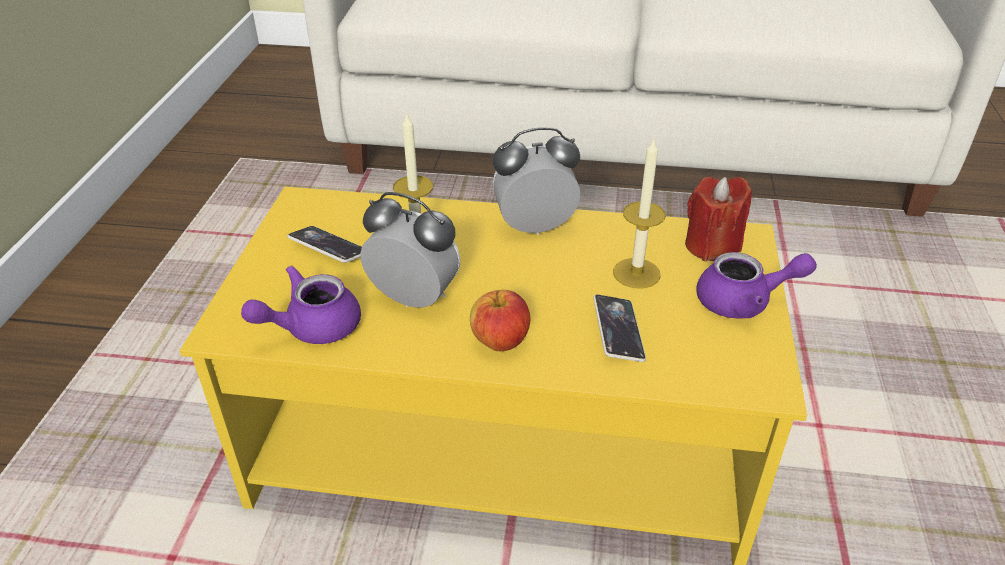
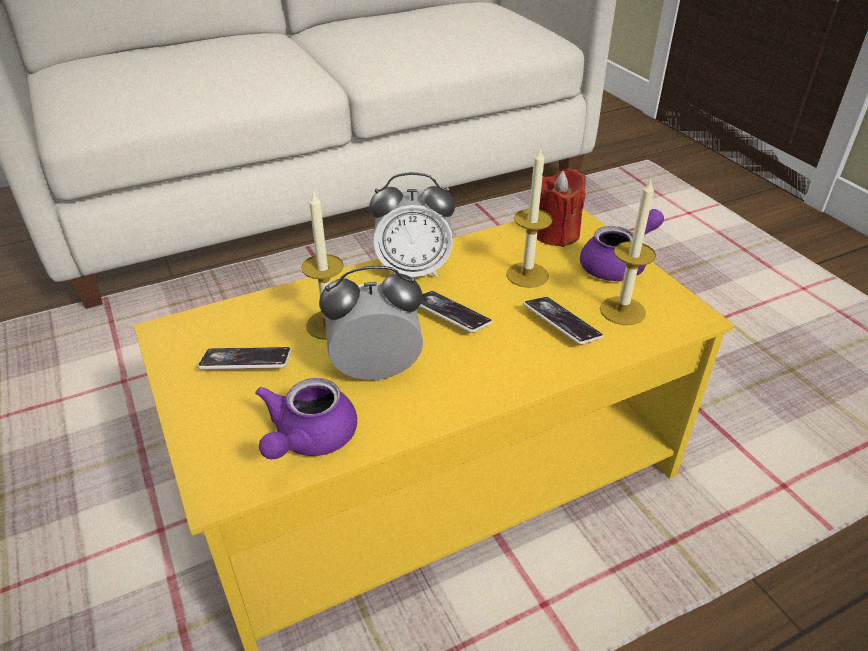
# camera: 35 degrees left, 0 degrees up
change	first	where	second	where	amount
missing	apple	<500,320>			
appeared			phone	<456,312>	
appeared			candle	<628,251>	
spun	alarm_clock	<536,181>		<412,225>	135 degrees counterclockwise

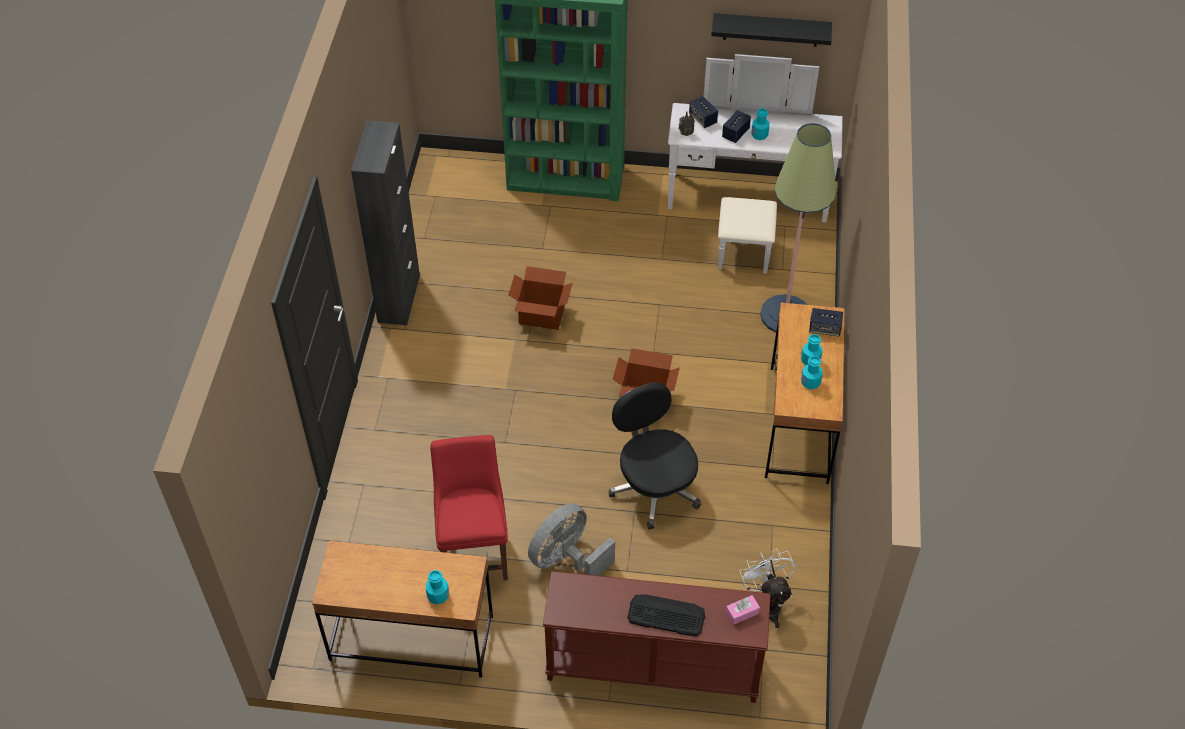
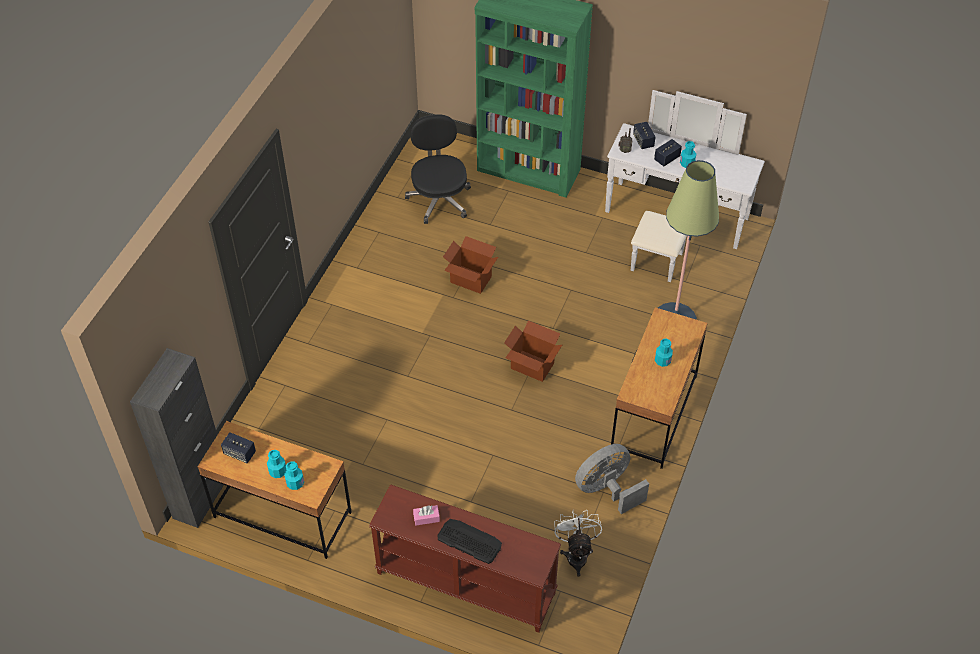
# camera: 15 degrees right, 0 degrees up
change	first	where	second	where	amount
missing	red_chair	<469,507>			
missing	black_shelf	<771,30>			
relocated	black_cabinet	<385,222>		<177,438>	
relocated	grey_fan	<571,539>		<612,479>	
relocated	black_office_chair	<655,455>		<438,169>	
relocated	pink_tissue_box	<742,610>		<426,515>	
relocated	turquoise_bottle	<812,373>		<276,464>	
relocated	speaker	<826,322>		<238,447>	

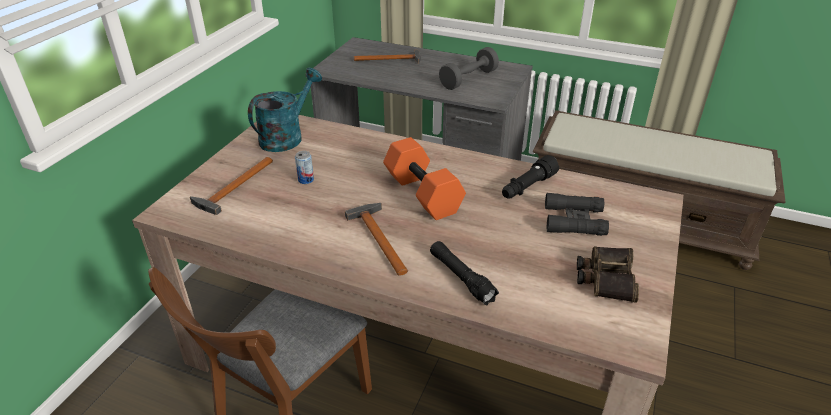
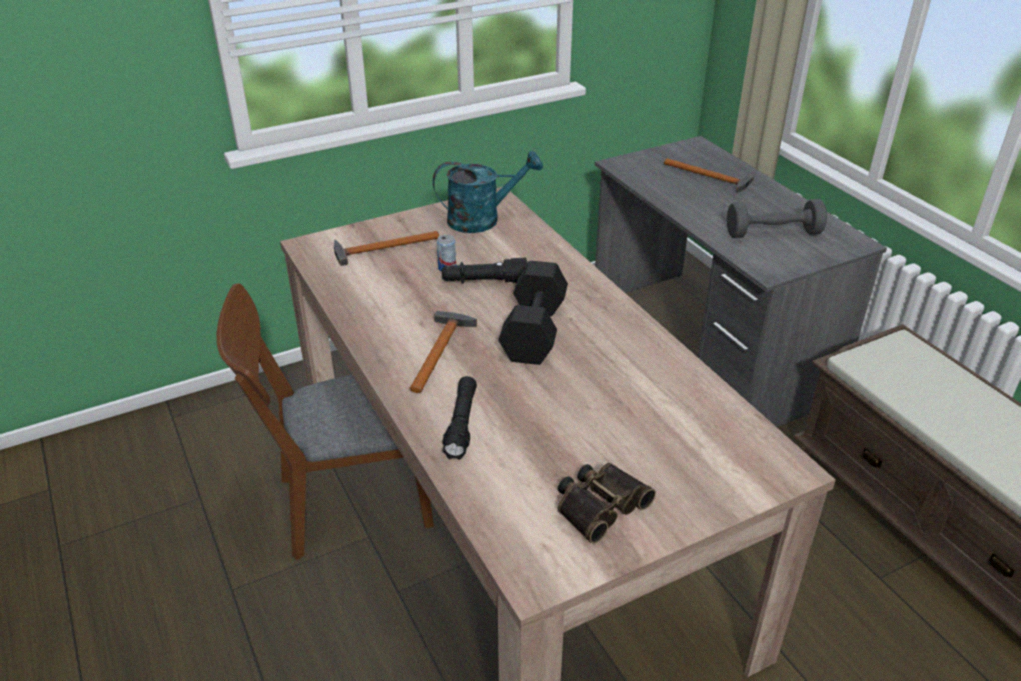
# camera: 40 degrees right, 0 degrees up
change	first	where	second	where	amount
missing	black_binoculars	<577,214>			
relocated	black_flashlight	<530,176>		<485,271>	
colour	orange_dumbbell	<424,178>	black_dumbbell	<533,313>	

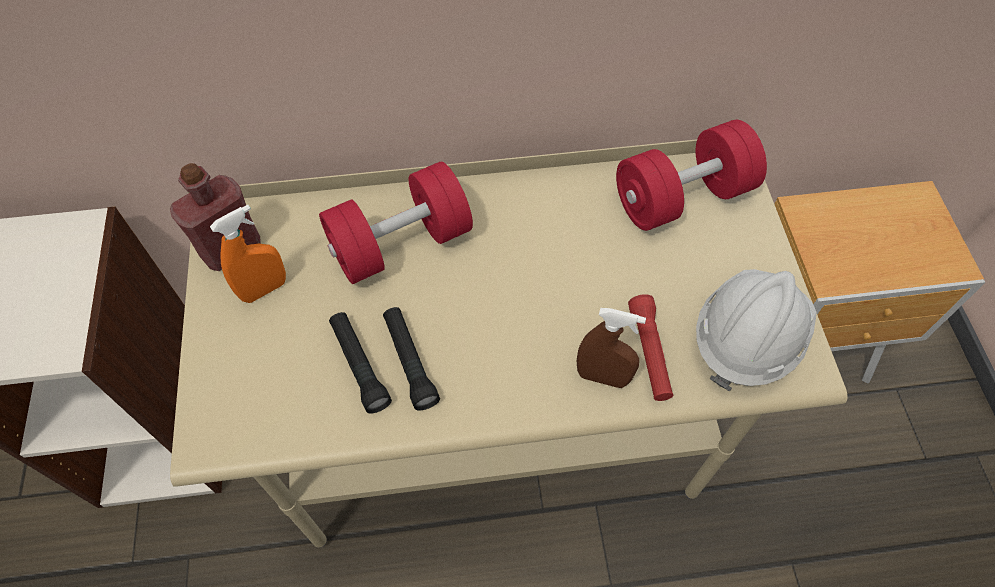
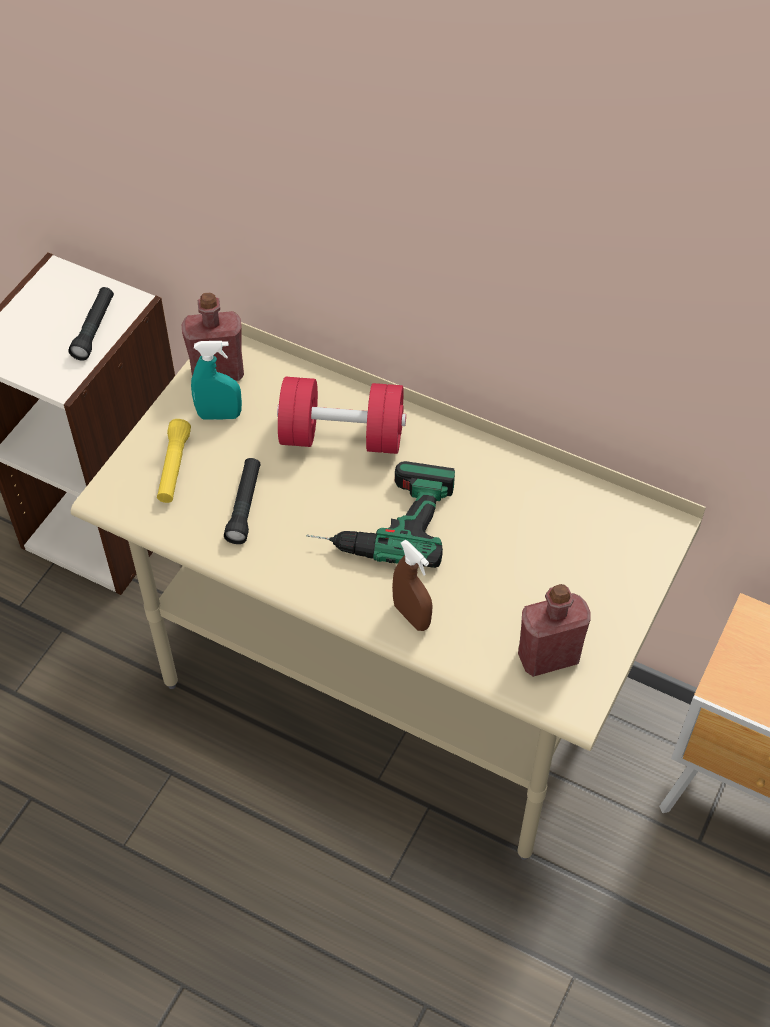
# camera: 35 degrees right, 5 degrees down
change	first	where	second	where	amount
missing	red_dumbbell	<691,175>			
missing	red_flashlight	<650,347>			
appeared			yellow_flashlight	<174,461>	
appeared			power_drill	<381,514>	
relocated	black_flashlight	<411,358>		<91,324>	
exchanged	white_hard_hat	<756,330>	red_bottle	<554,630>	
colour	orange_spray_bottle	<248,254>	turquoise_spray_bottle	<216,380>	

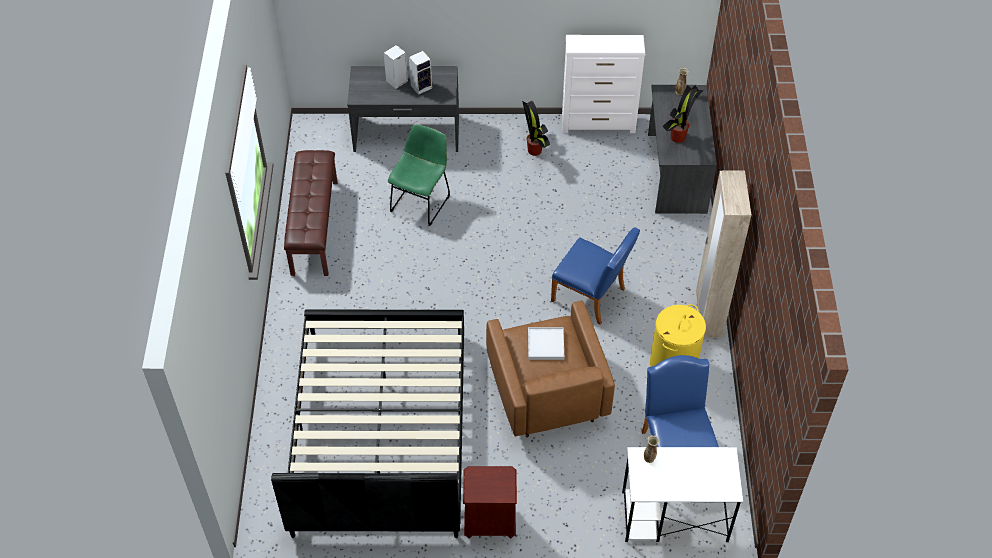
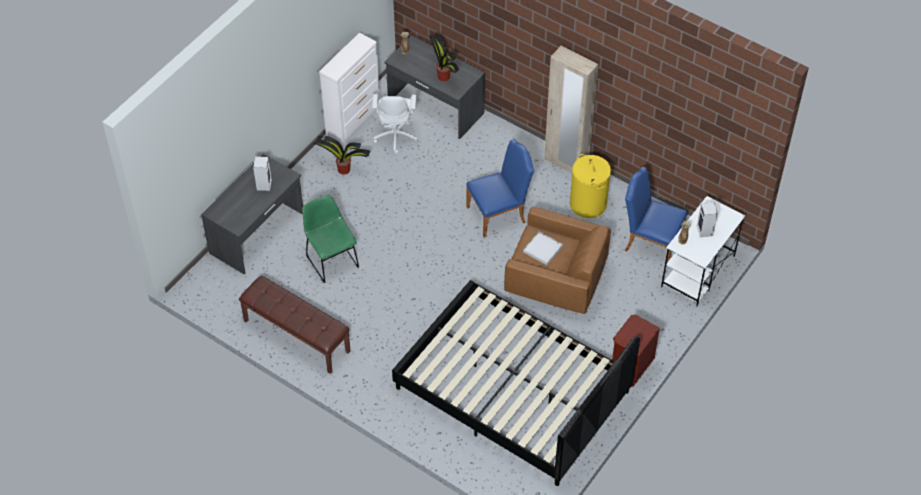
# camera: 55 degrees left, 0 degrees up
change	first	where	second	where	amount
appeared			white_office_chair	<395,124>	
relocated	speaker	<396,67>		<707,219>	

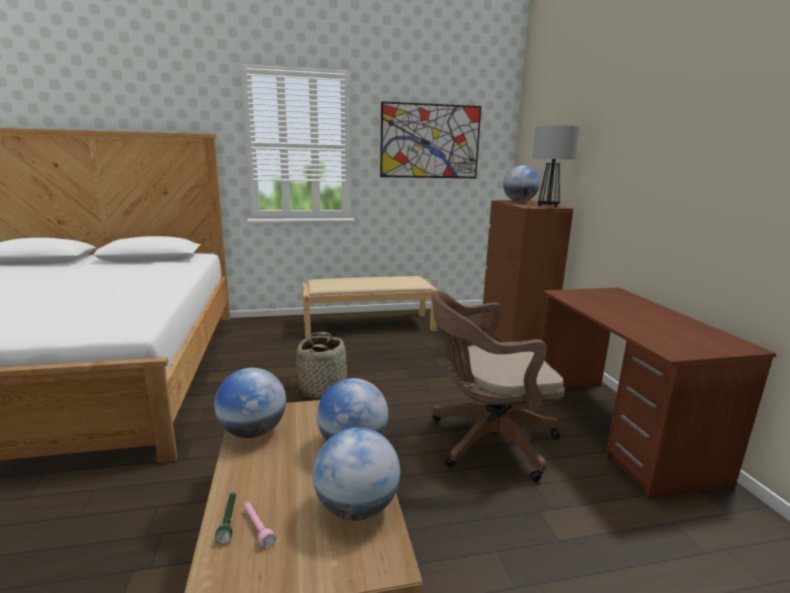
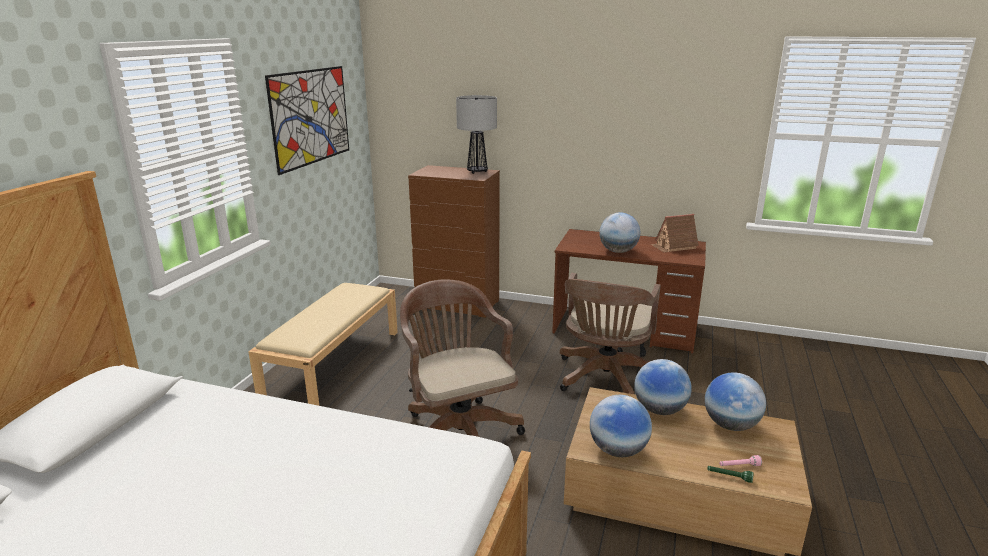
# camera: 60 degrees left, 5 degrees up
change	first	where	second	where	amount
appeared			toy_house	<675,233>	
relocated	globe	<521,184>		<619,232>	
exchanged	basket	<321,365>	brown_office_chair	<462,358>	

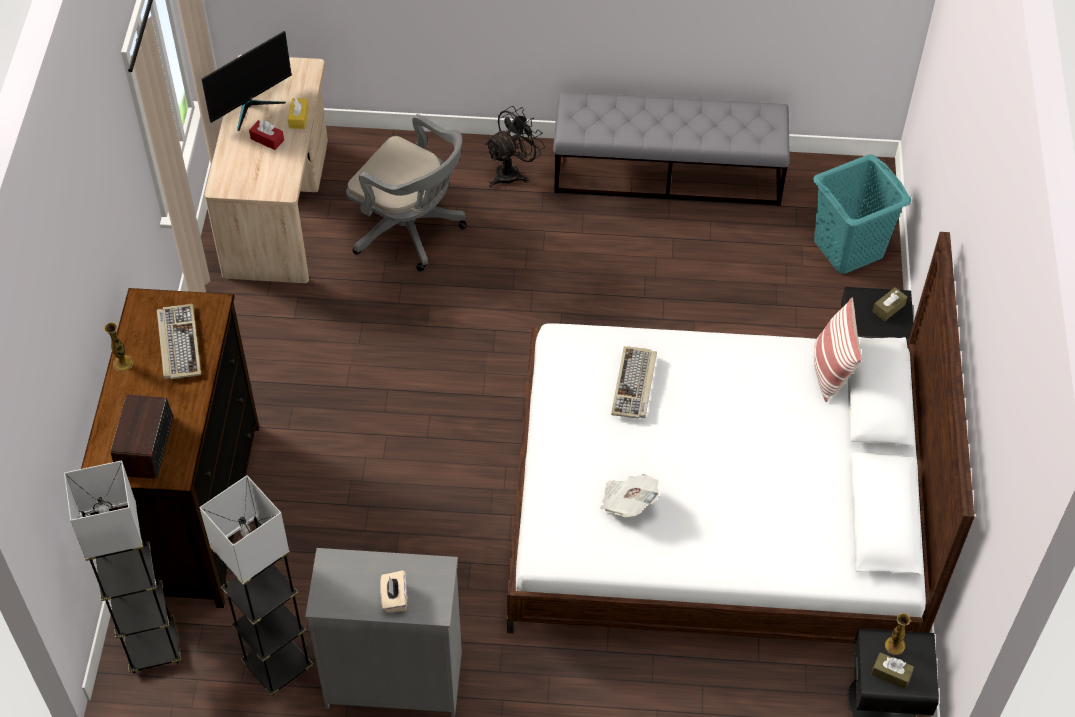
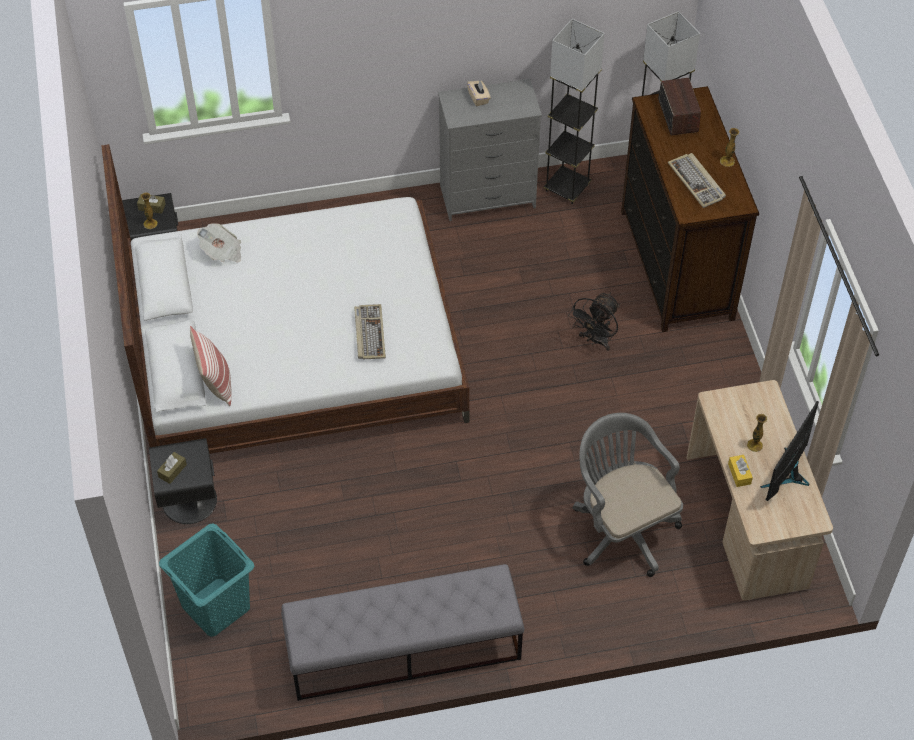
# camera: 165 degrees right, 0 degrees up
change	first	where	second	where	amount
relocated	black_fan	<515,147>		<594,322>	
relocated	newspaper	<629,495>		<219,242>	
exchanged	red_tissue_box	<266,135>	vase	<757,433>	
spun	grey_office_chair	<406,192>		<628,495>	45 degrees clockwise

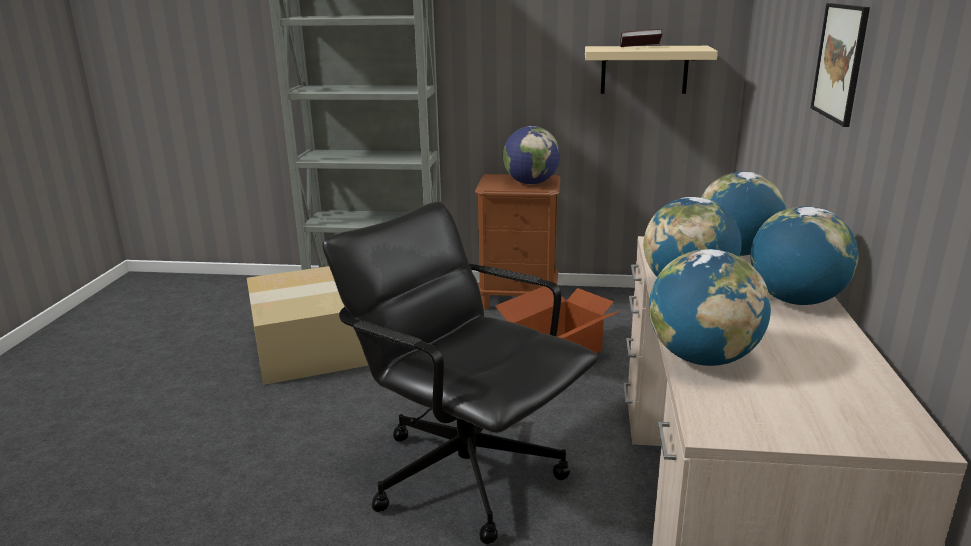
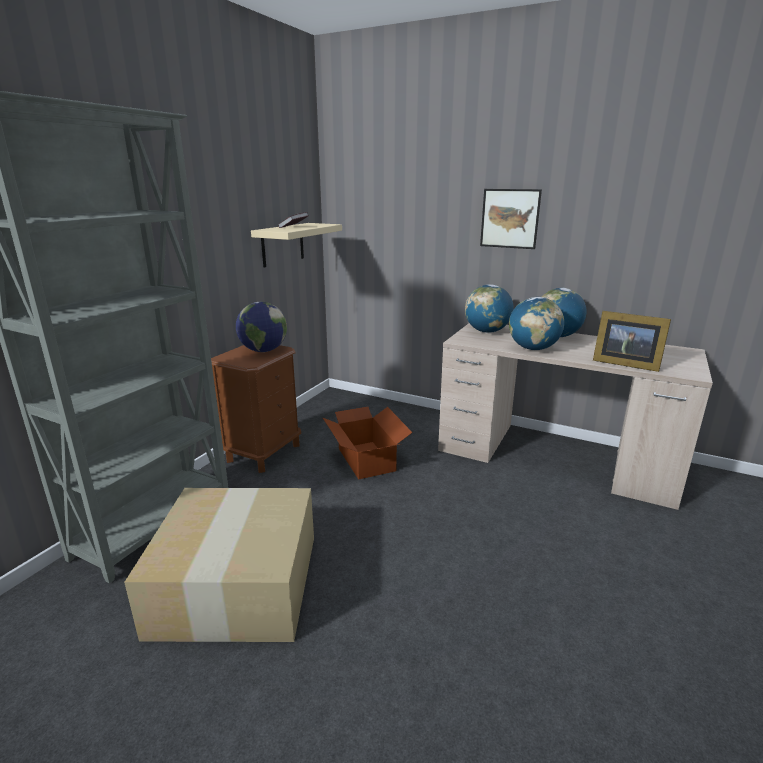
# camera: 70 degrees left, 0 degrees up
change	first	where	second	where	amount
missing	black_office_chair	<460,372>			
exchanged	globe	<710,307>	picture_frame	<632,341>	

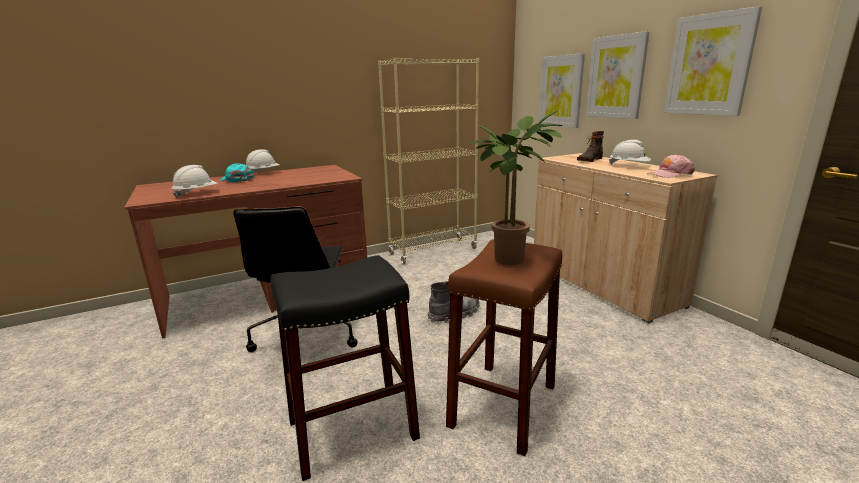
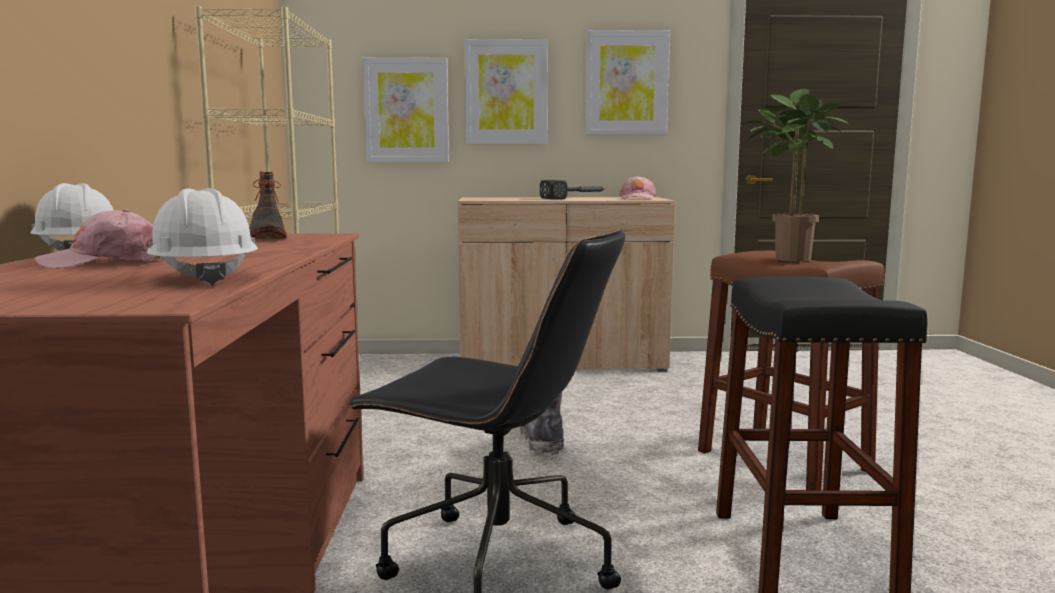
# camera: 65 degrees left, 10 degrees down
change	first	where	second	where	amount
relocated	boot	<590,146>		<268,205>	
exchanged	white_hard_hat	<630,152>	hammer	<571,189>	
colour	turquoise_cap	<237,173>	pink_cap	<97,239>	

